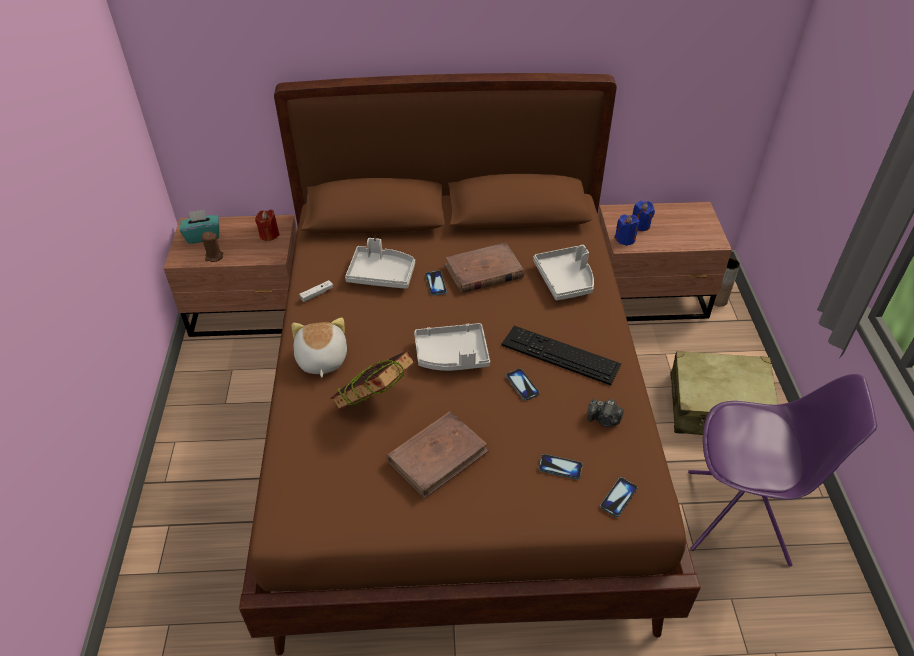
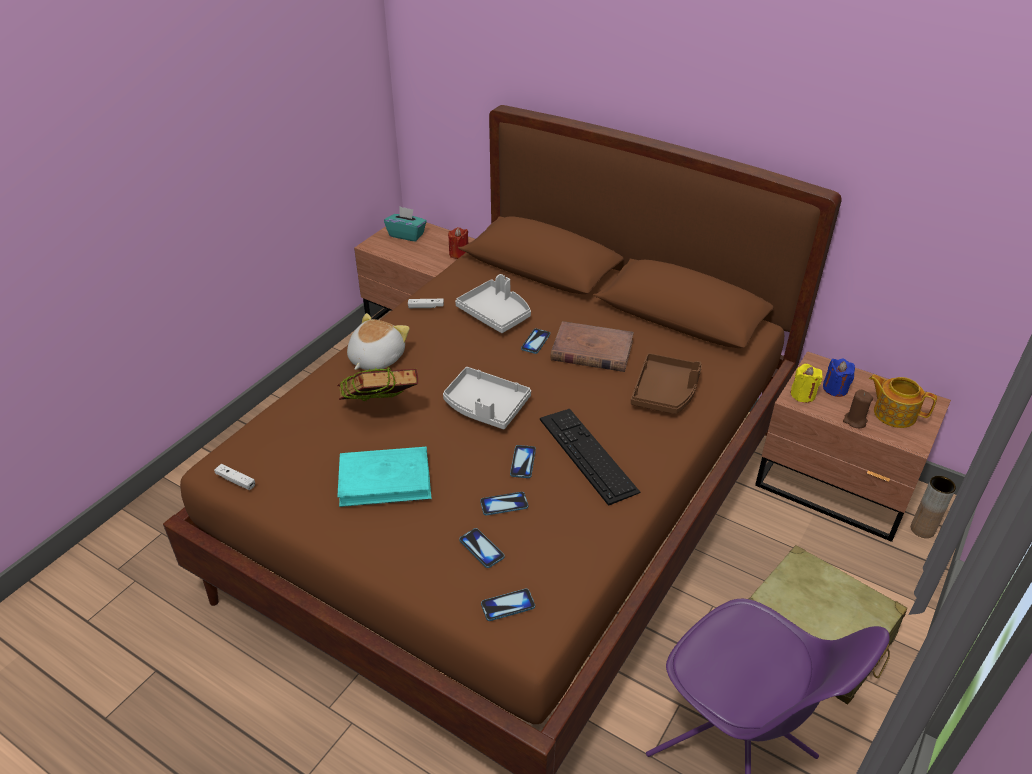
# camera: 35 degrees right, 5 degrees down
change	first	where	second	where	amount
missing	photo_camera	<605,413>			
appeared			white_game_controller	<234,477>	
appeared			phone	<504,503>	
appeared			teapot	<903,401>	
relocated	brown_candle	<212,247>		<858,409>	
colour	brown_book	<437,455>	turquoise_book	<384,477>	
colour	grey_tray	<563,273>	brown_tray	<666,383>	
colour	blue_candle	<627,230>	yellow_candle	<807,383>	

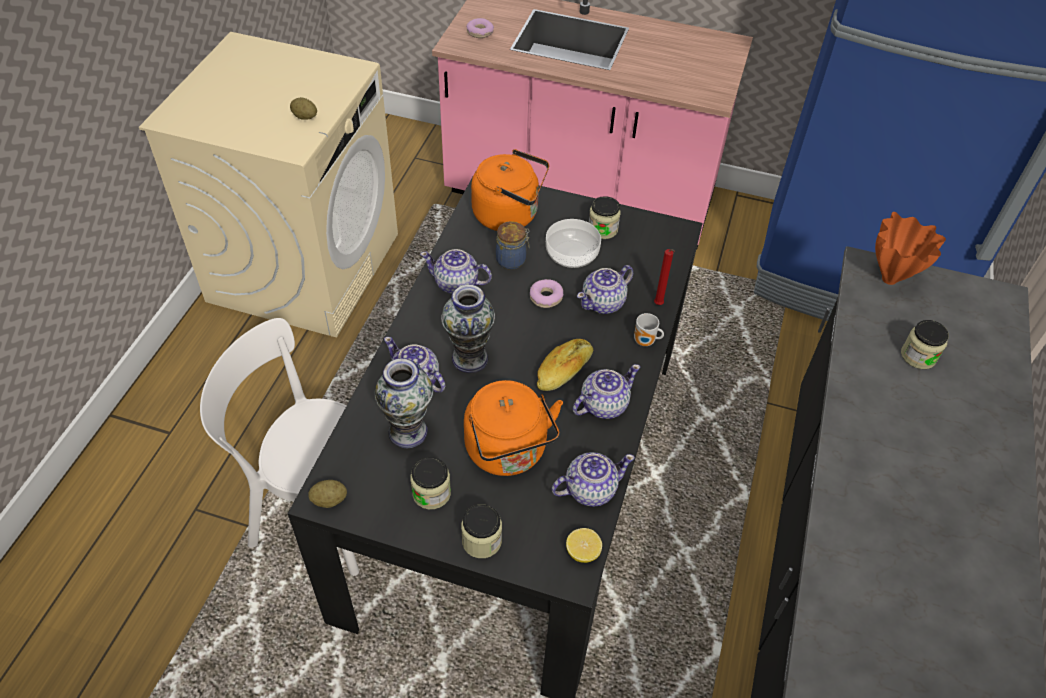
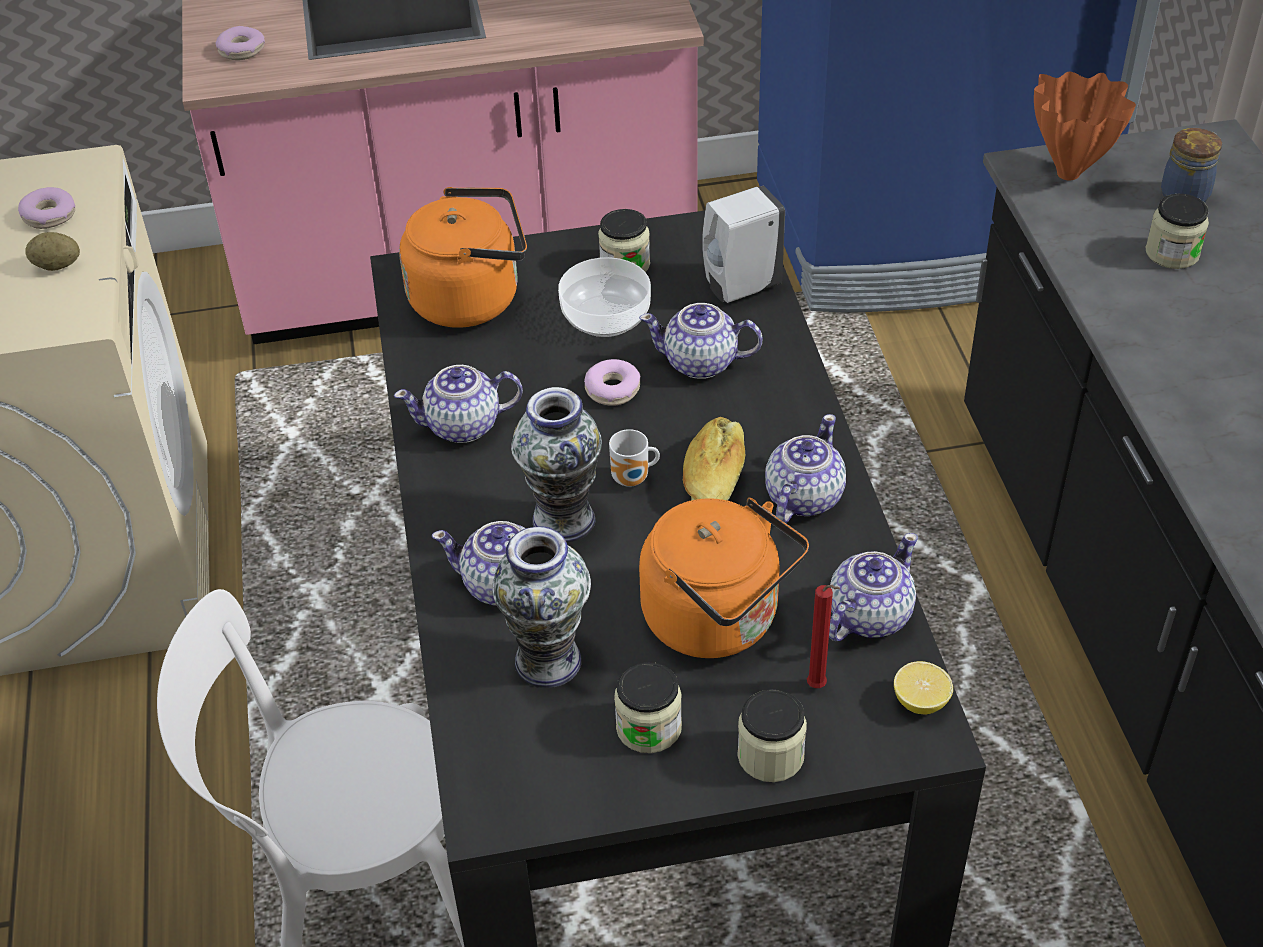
# camera: 25 degrees left, 5 degrees down
change	first	where	second	where	amount
missing	potato	<328,494>			
appeared			donut	<46,208>	
appeared			white_soap_dispenser	<743,244>	
relocated	jar	<513,245>		<1191,165>	
relocated	mug	<649,329>		<634,458>	
relocated	red_candle	<664,277>		<823,636>	
spun	teapot	<605,289>		<701,341>	75 degrees clockwise

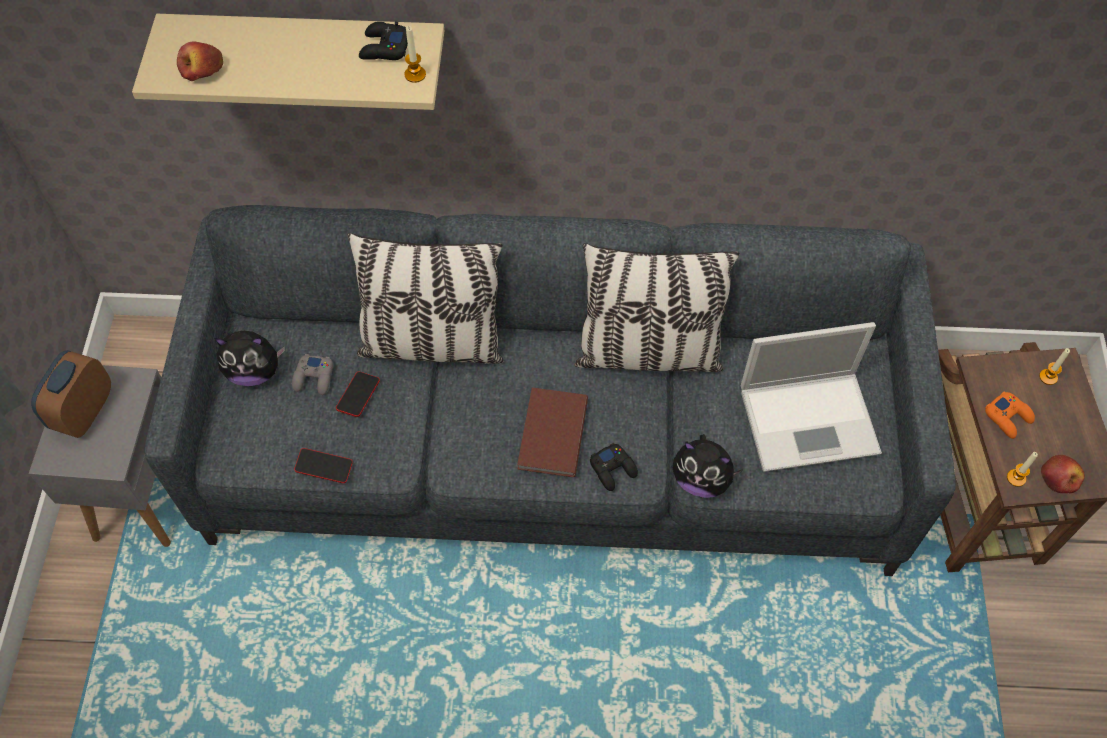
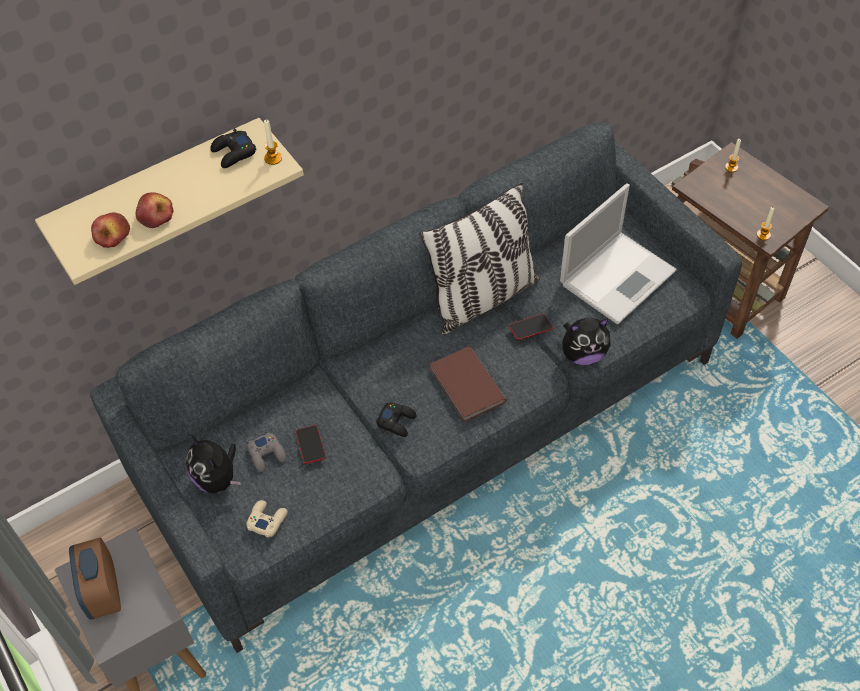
# camera: 35 degrees left, 5 degrees down
change	first	where	second	where	amount
missing	pillow	<425,298>			
missing	orange_game_controller	<1010,415>			
appeared			beige_game_controller	<267,519>	
relocated	phone	<323,465>		<531,327>	
relocated	black_game_controller	<614,467>		<396,419>	
relocated	apple	<1063,474>		<154,210>	
spun	plush_toy	<249,358>		<213,464>	90 degrees clockwise

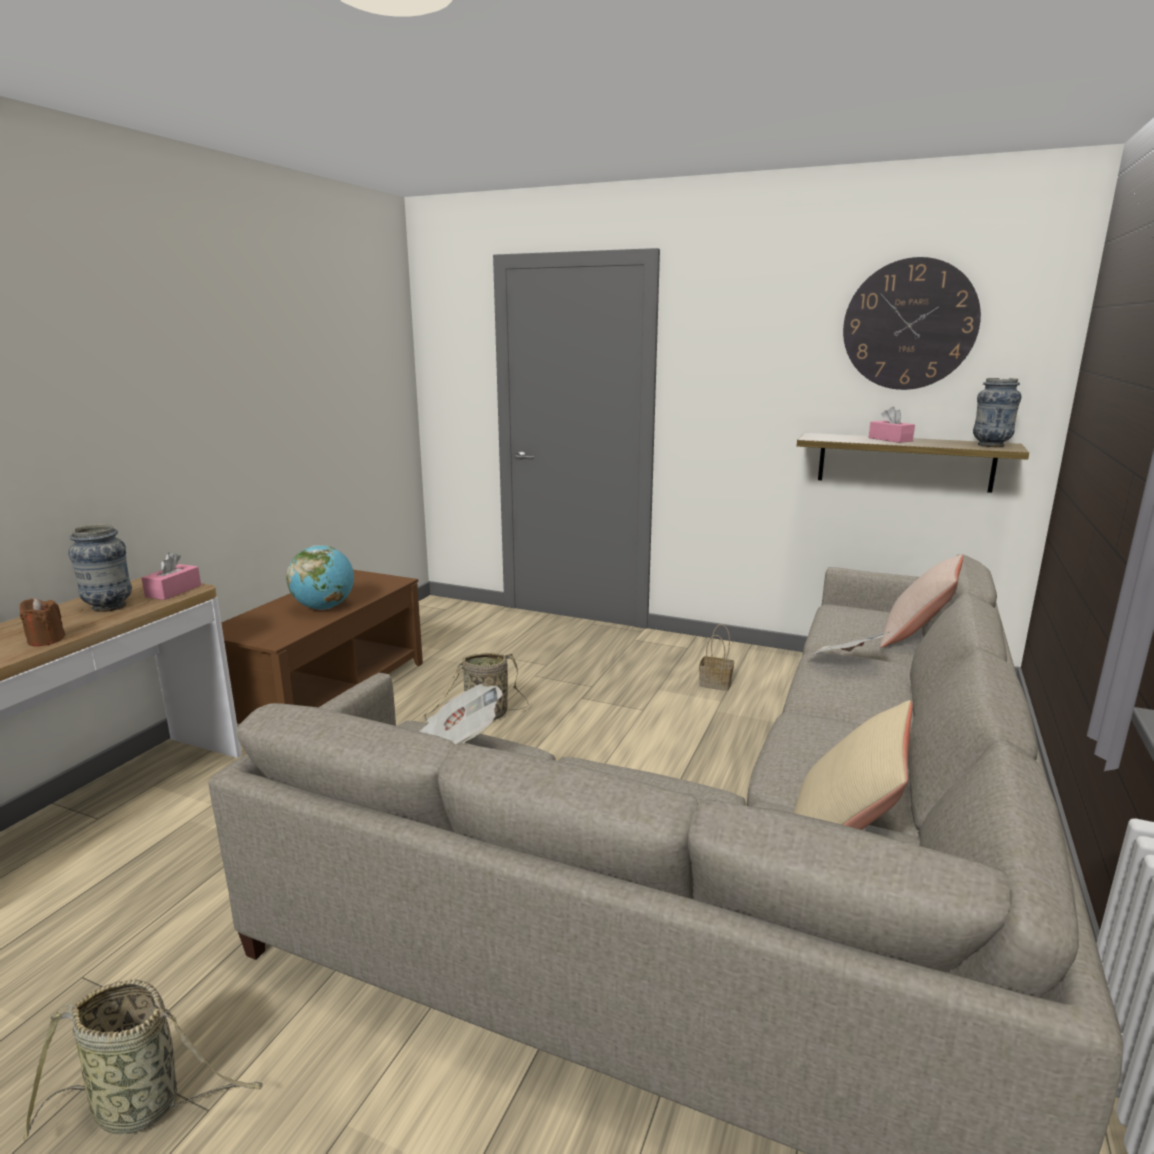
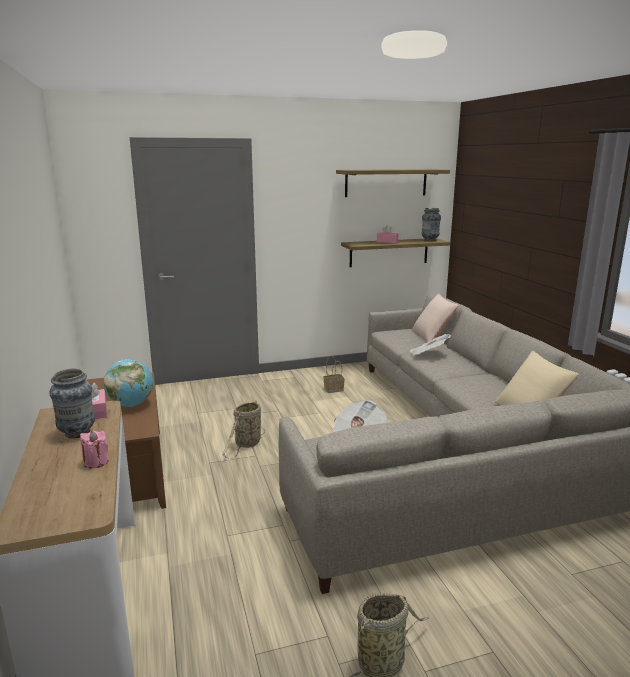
# camera: 40 degrees left, 0 degrees up
change	first	where	second	where	amount
exchanged	wall_clock	<912,323>	shelf	<393,183>	
colour	brown_candle	<42,622>	pink_candle	<94,449>	

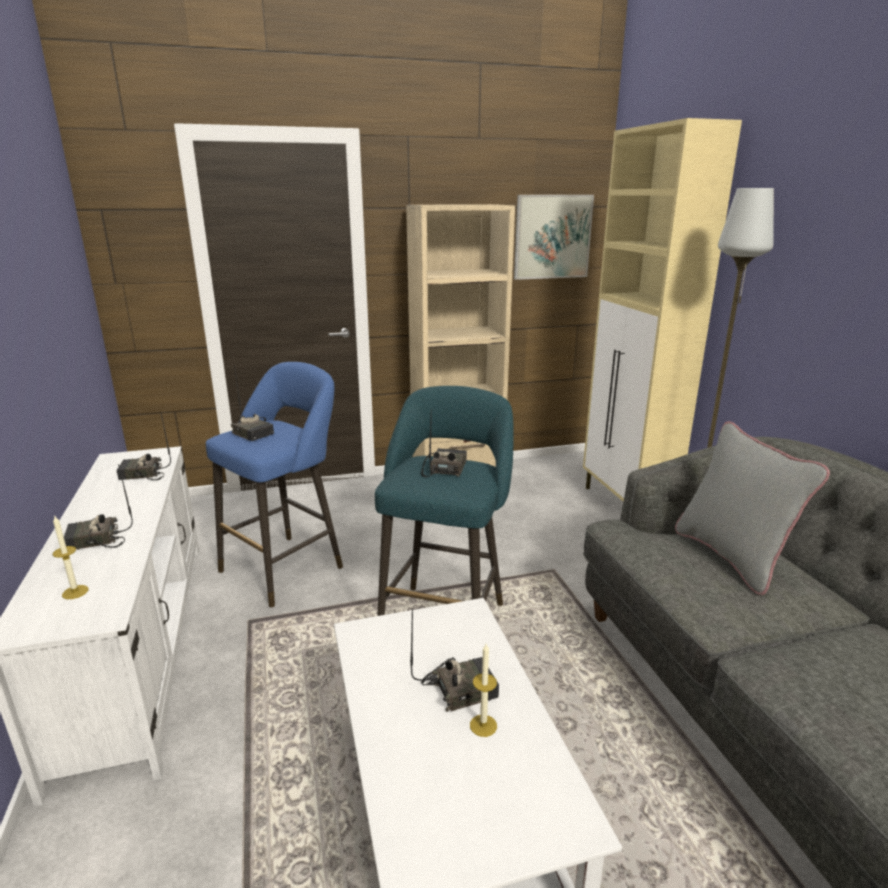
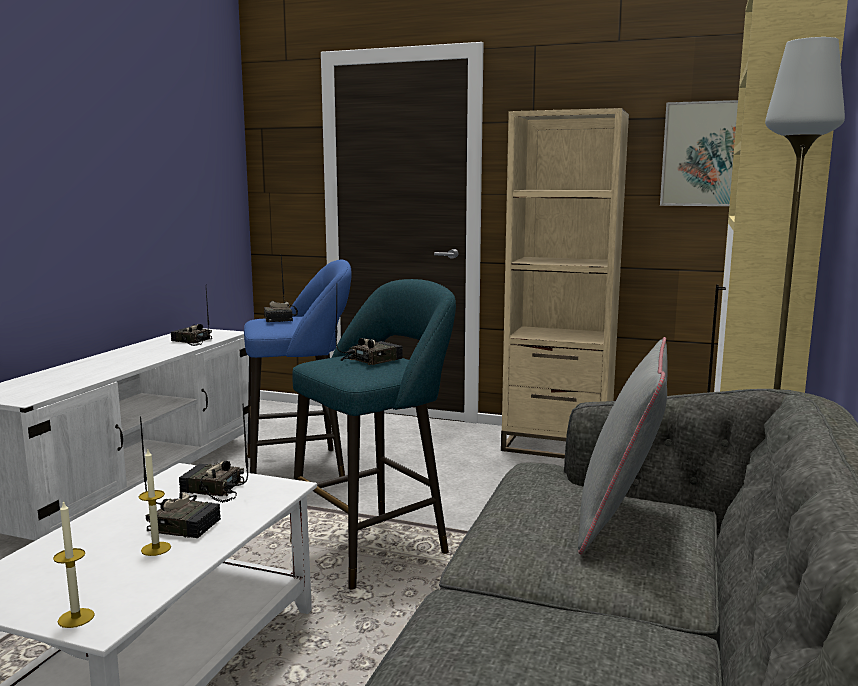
# camera: 35 degrees right, 10 degrees down
change	first	where	second	where	amount
relocated	candle	<71,557>		<74,564>	
relocated	radio	<98,507>		<213,454>	

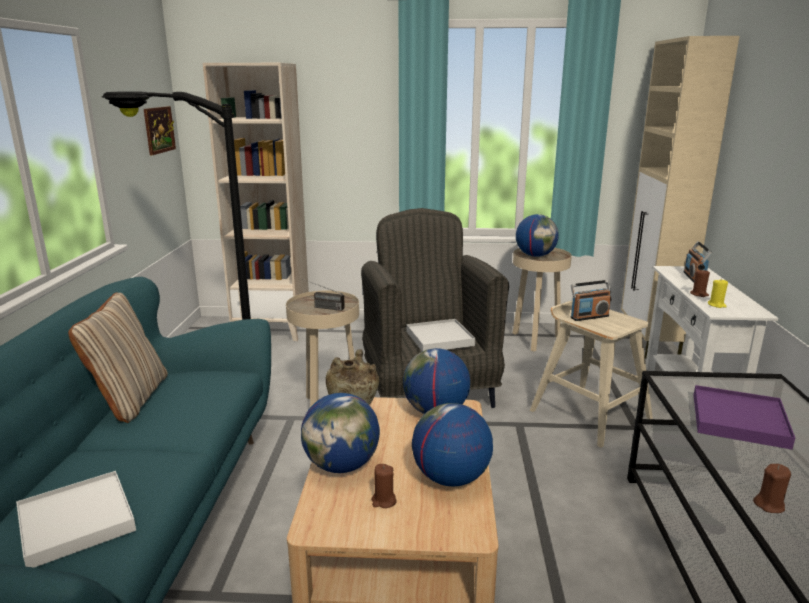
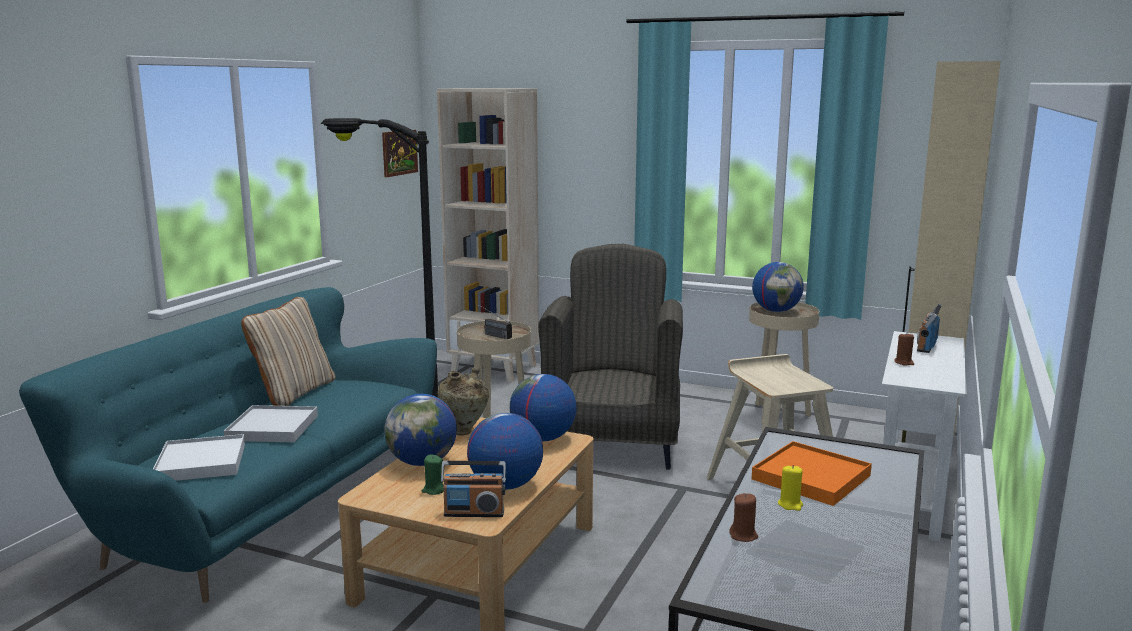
# camera: 20 degrees right, 5 degrees down
change	first	where	second	where	amount
relocated	white_tray	<440,335>		<271,423>	
relocated	radio	<591,300>		<473,489>	
relocated	yellow_candle	<718,293>		<790,488>	
colour	brown_candle	<384,486>	green_candle	<433,474>	
colour	purple_tray	<744,417>	orange_tray	<812,473>	

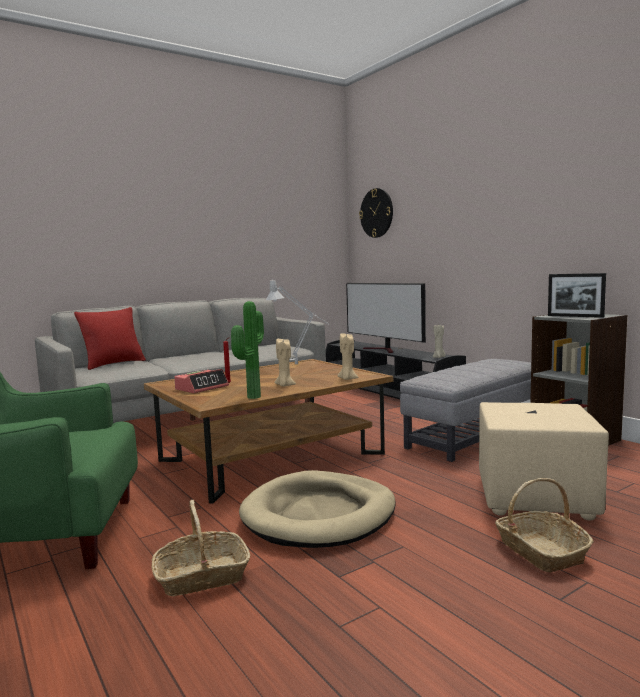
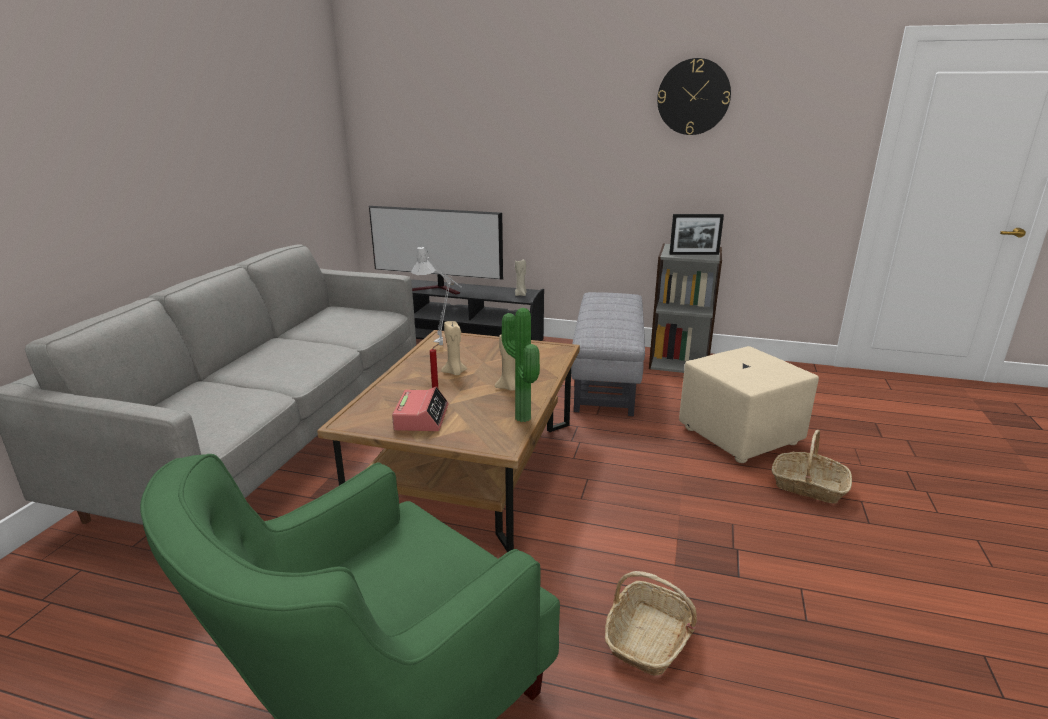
# camera: 40 degrees left, 15 degrees up
change	first	where	second	where	amount
missing	red_pillow	<110,338>			
missing	beige_dog_bed	<317,509>			
relocated	beige_candle	<348,356>		<454,348>	
relocated	wall_clock	<376,213>		<694,96>	

